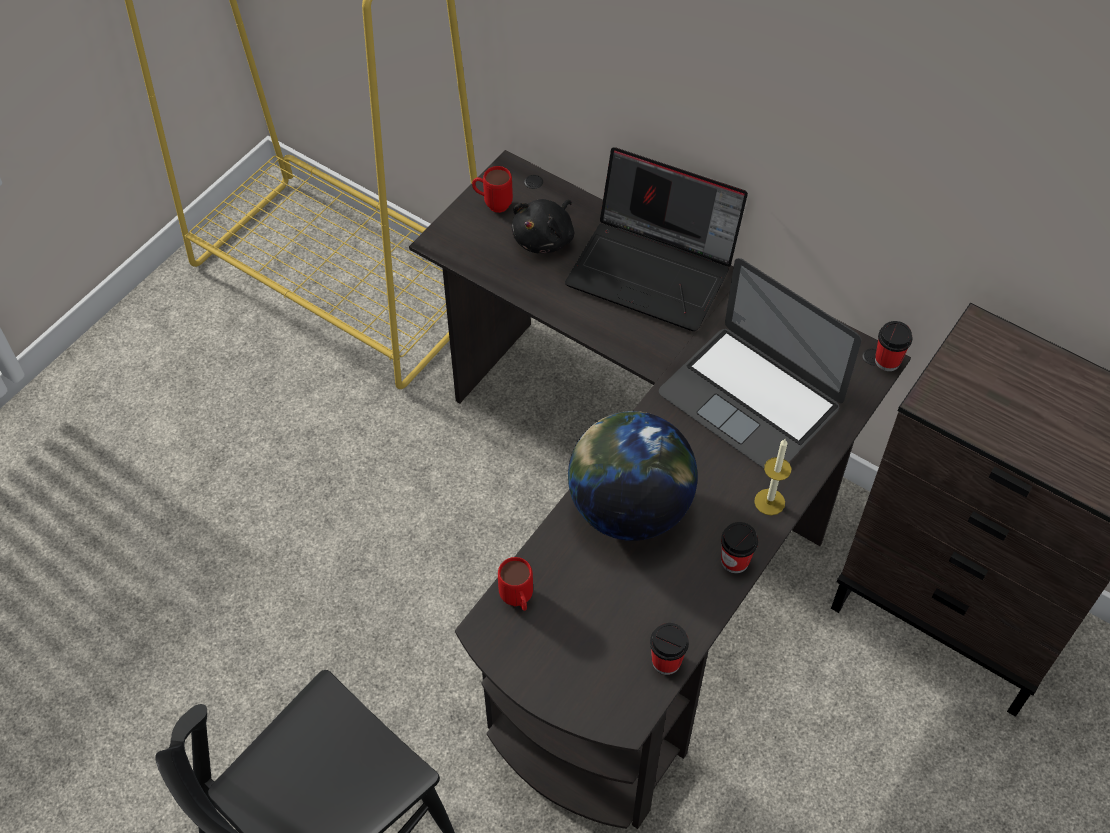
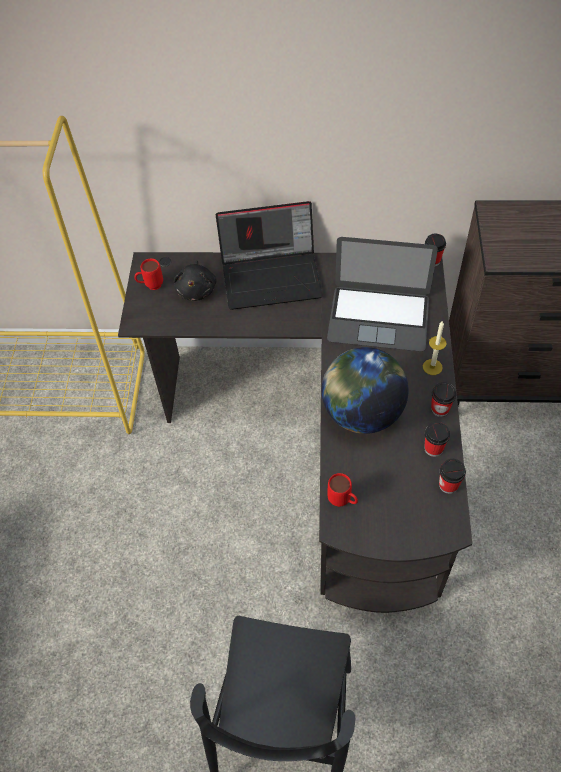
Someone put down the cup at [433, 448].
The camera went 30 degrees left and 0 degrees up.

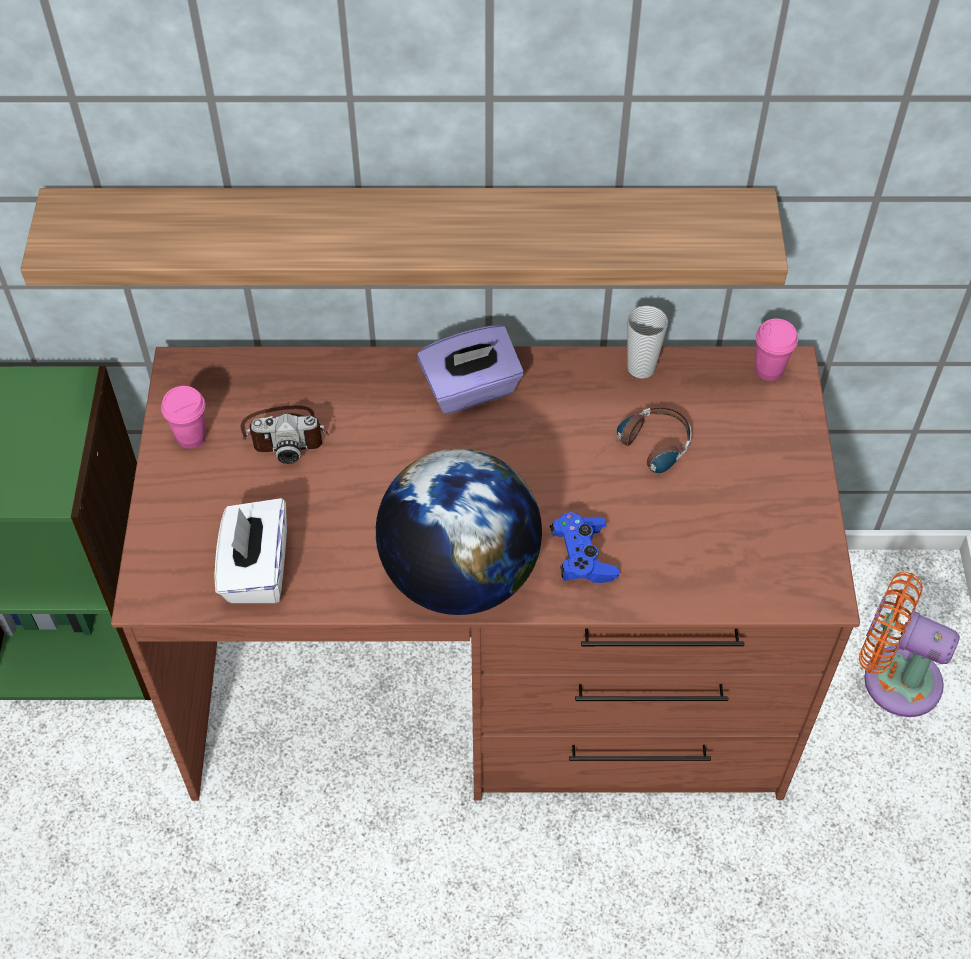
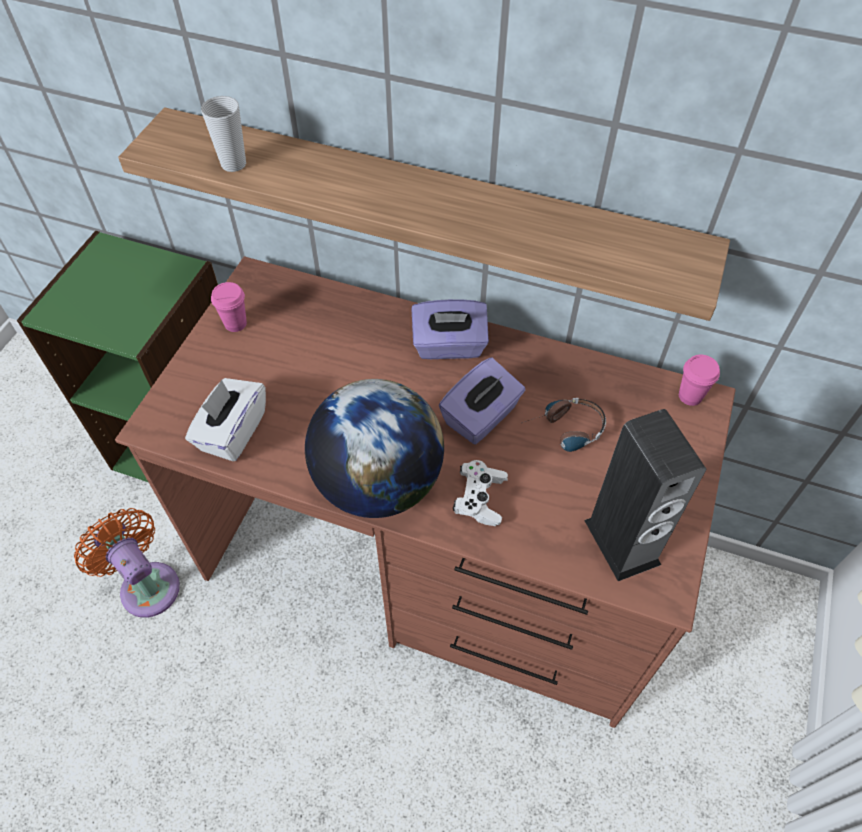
Someone carried the cup from [641, 368] to [233, 164].
Someone took away the photo camera at [285, 434].
Someone repainted the game controller/blue at [583, 557], which became the game controller/white at [479, 499].
Someone carried the fan/orange from [893, 677] to [146, 584].
Someone put down the tissue box/purple at [481, 417].
Someone put down the speaker at [622, 542].
The camera went 20 degrees right and 0 degrees up.

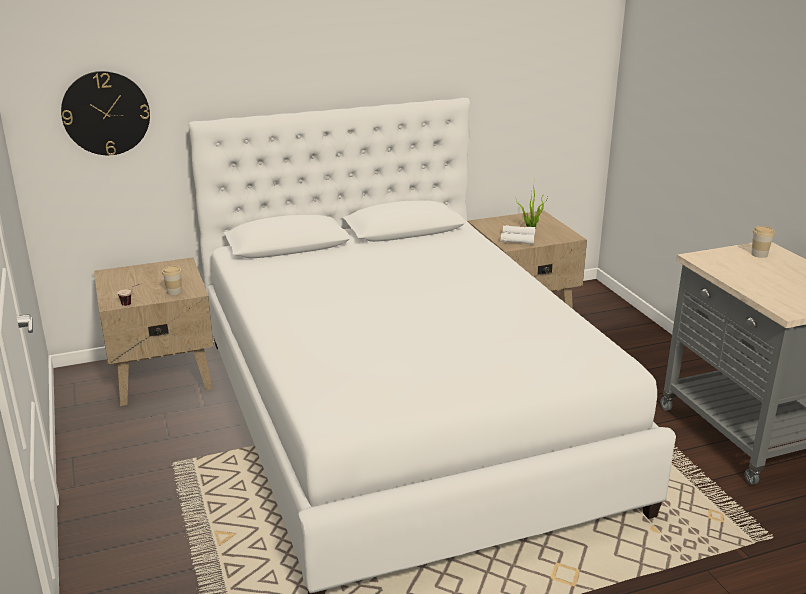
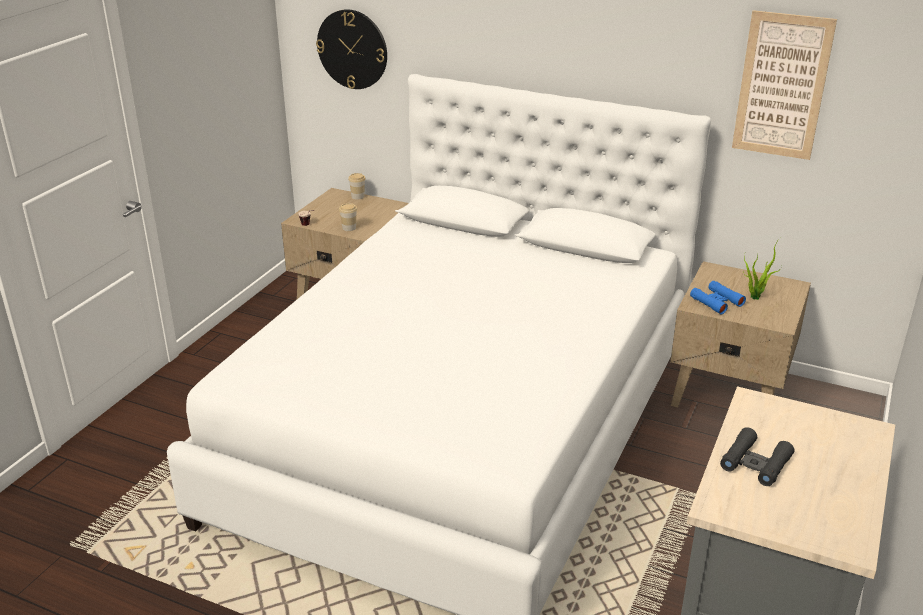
Someone repainted the binoculars/white at [517, 239], which became the binoculars/blue at [716, 302].
Someone carried the cup from [759, 254] to [357, 196].
Someone put up the picture at [782, 86].
Someone put down the binoculars/black at [755, 463].
The camera went 45 degrees right and 5 degrees up.

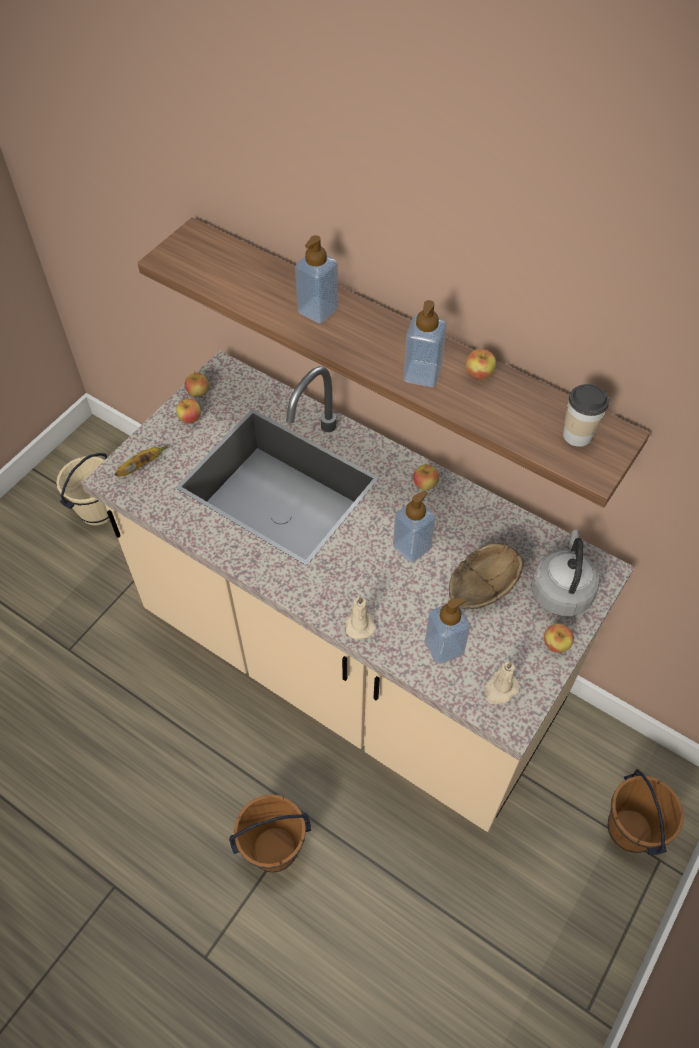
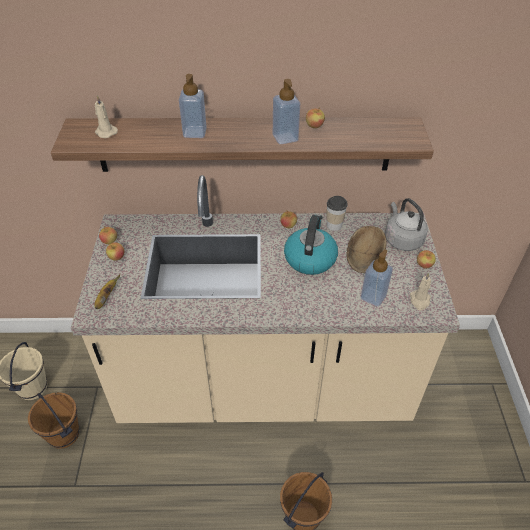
Someone carried the cup from [577, 435] to [334, 225].
Someone swapped the soap dispenser at [412, 547] for the kettle at [310, 258].
Someone carried the candle/beige from [359, 624] to [105, 132].
Someone carried the bucket/brown from [631, 830] to [65, 434].
The camera went 35 degrees left and 10 degrees down.

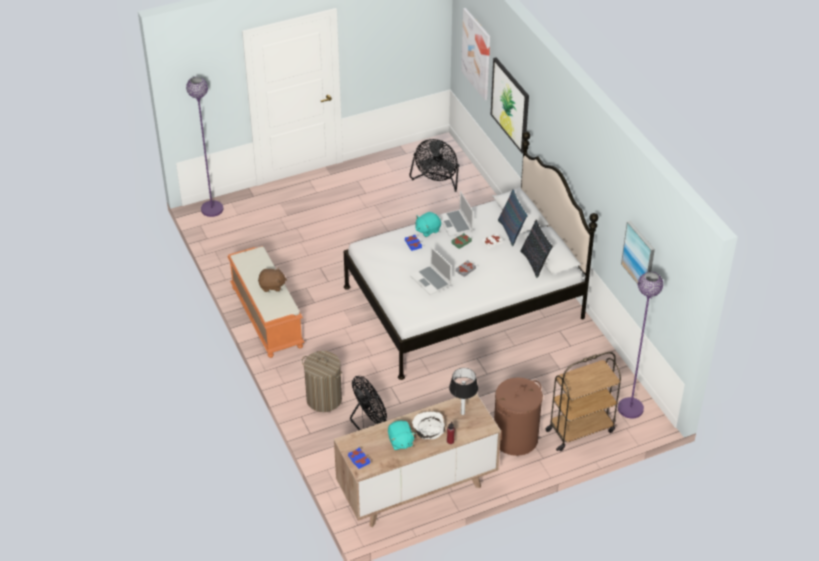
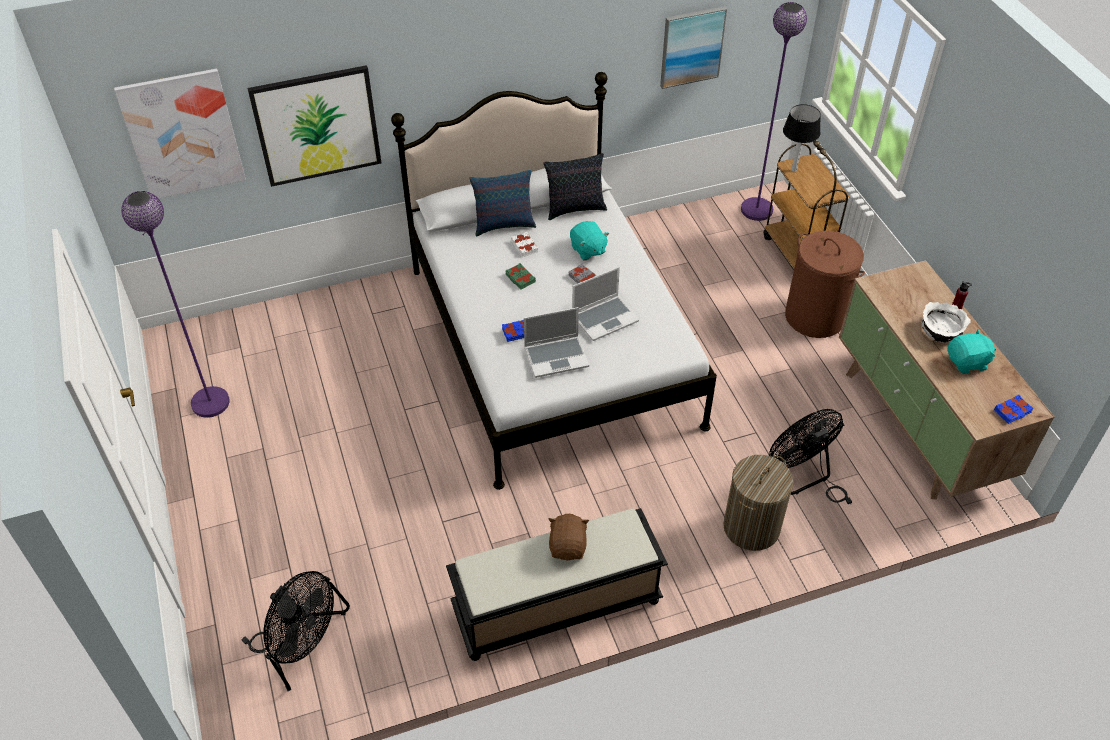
Someone carried the floor lamp/purple from [212, 209] to [210, 403].
Someone carried the fan/black from [436, 179] to [299, 645].
Someone carried the laptop from [455, 224] to [557, 357].
Someone carried the plush toy/turquoise from [427, 230] to [588, 250].
Someone repainted the bench/orange at [266, 316], which became the bench/black at [556, 607].
Someone carried the table lamp from [462, 413] to [794, 170].
The camera went 85 degrees left and 5 degrees up.

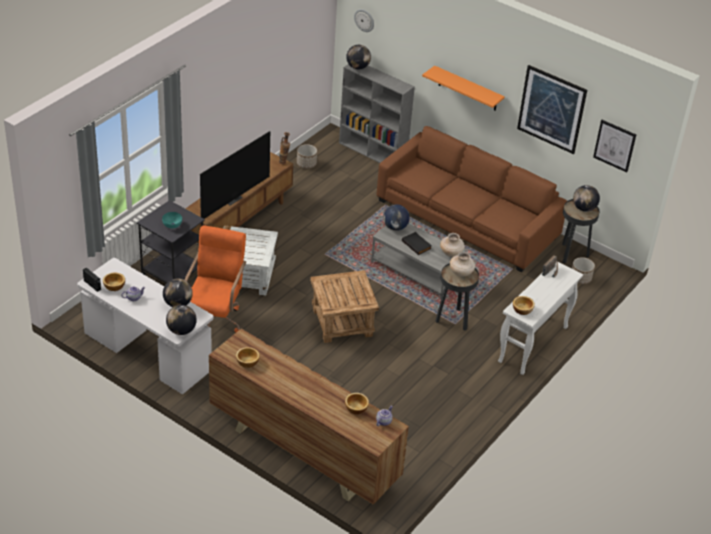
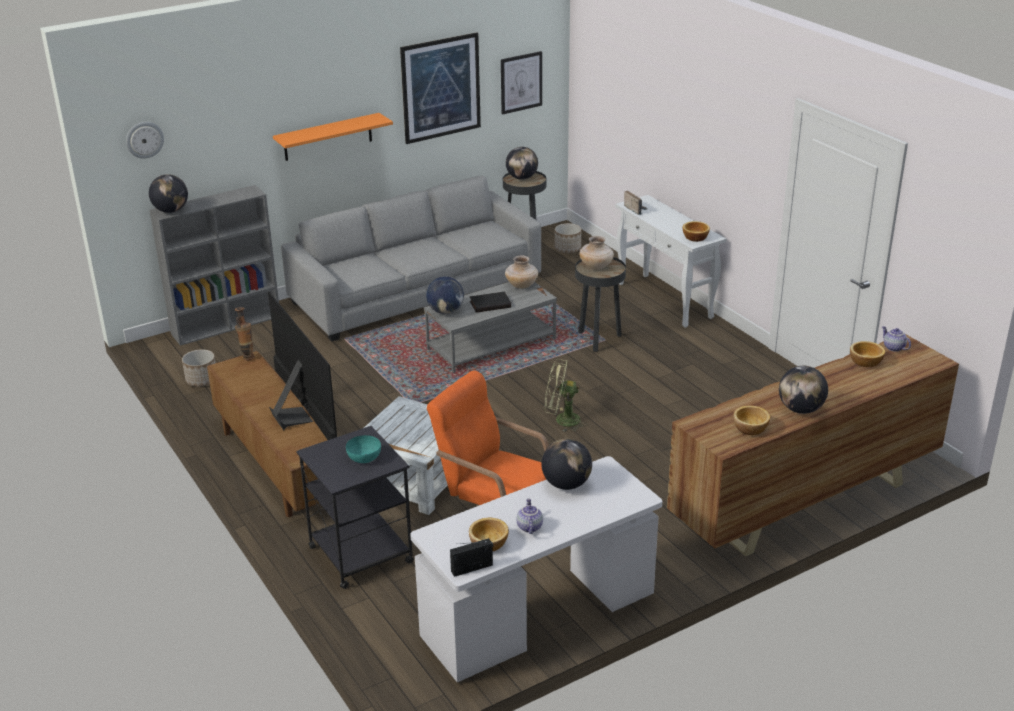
Someone repainted the sofa/brown at [467, 218], which became the sofa/grey at [415, 290].
Someone swapped the side table/brown at [341, 323] for the fan/green at [562, 420].
Someone carried the globe from [181, 330] to [800, 409].
The camera went 65 degrees left and 10 degrees down.

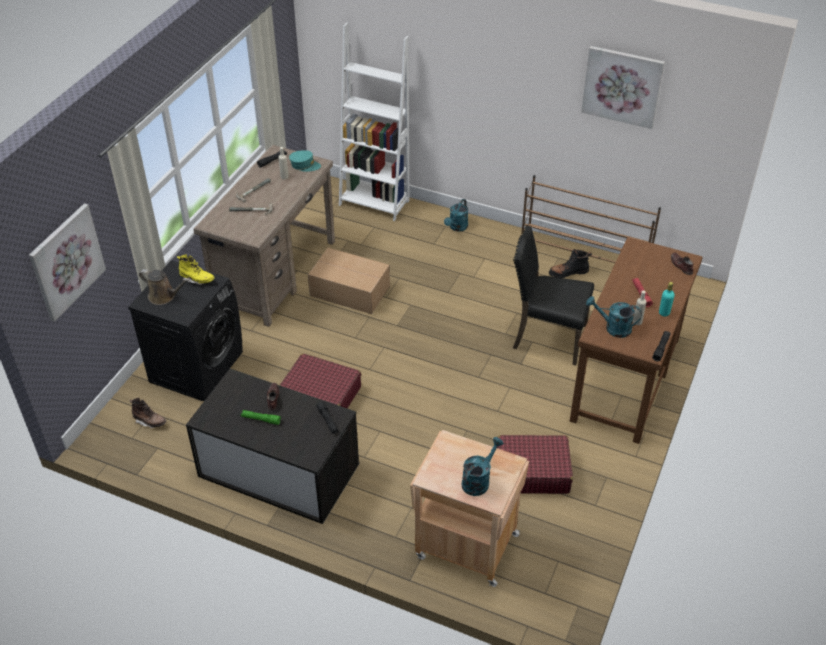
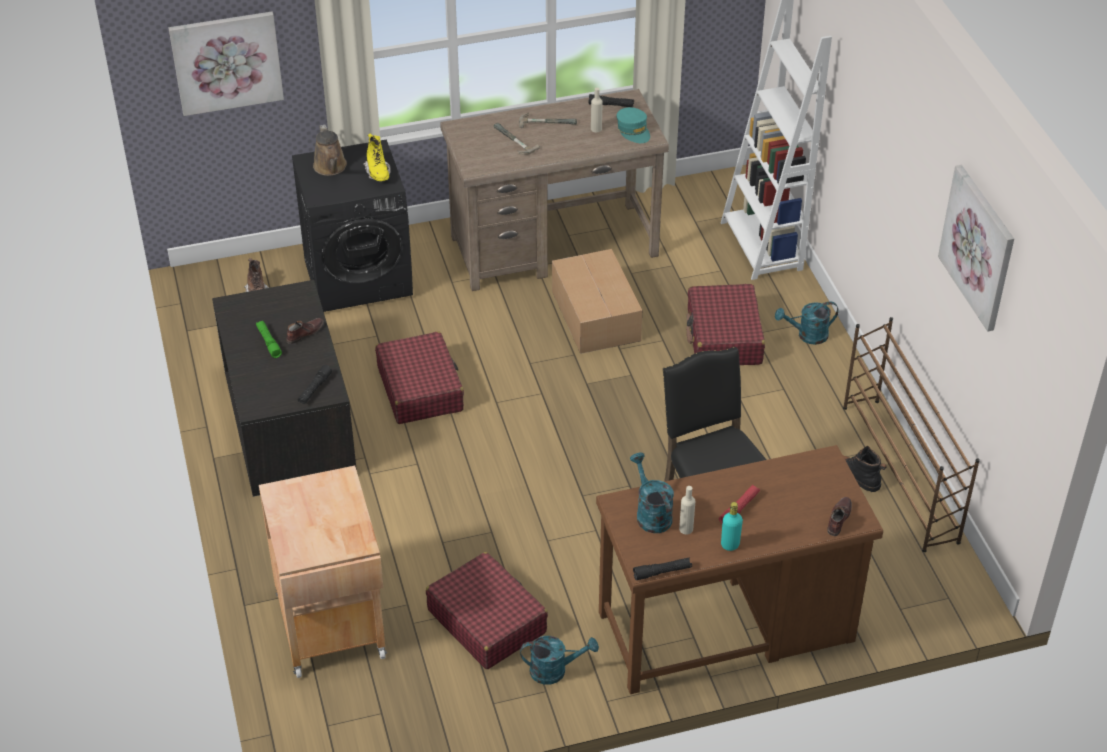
Someone carried the watering can/turquoise from [478, 480] to [555, 670].
Someone put down the suitcase/red at [724, 337].
The camera went 50 degrees right and 0 degrees up.

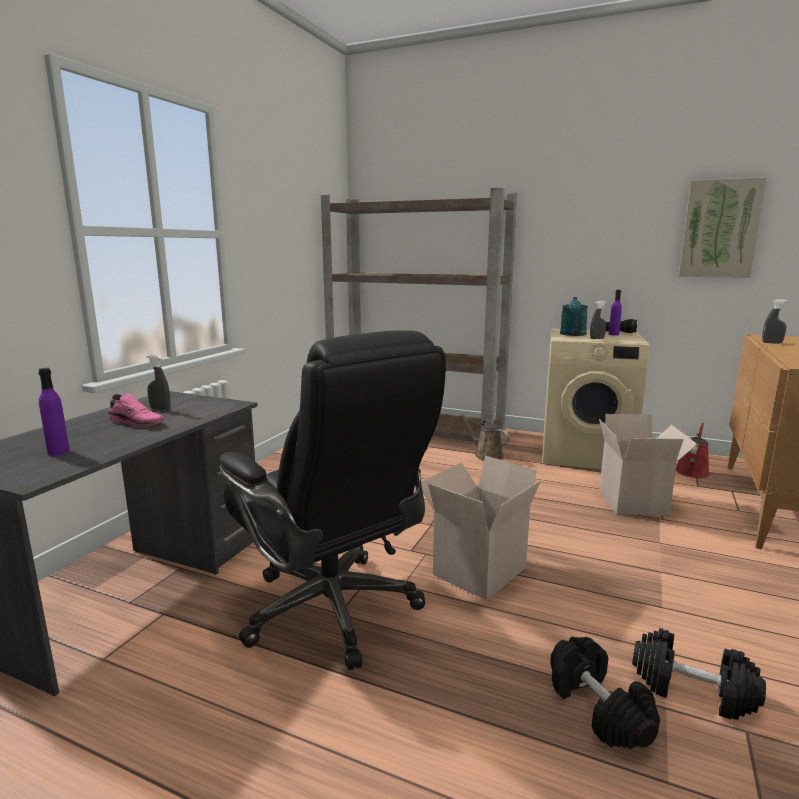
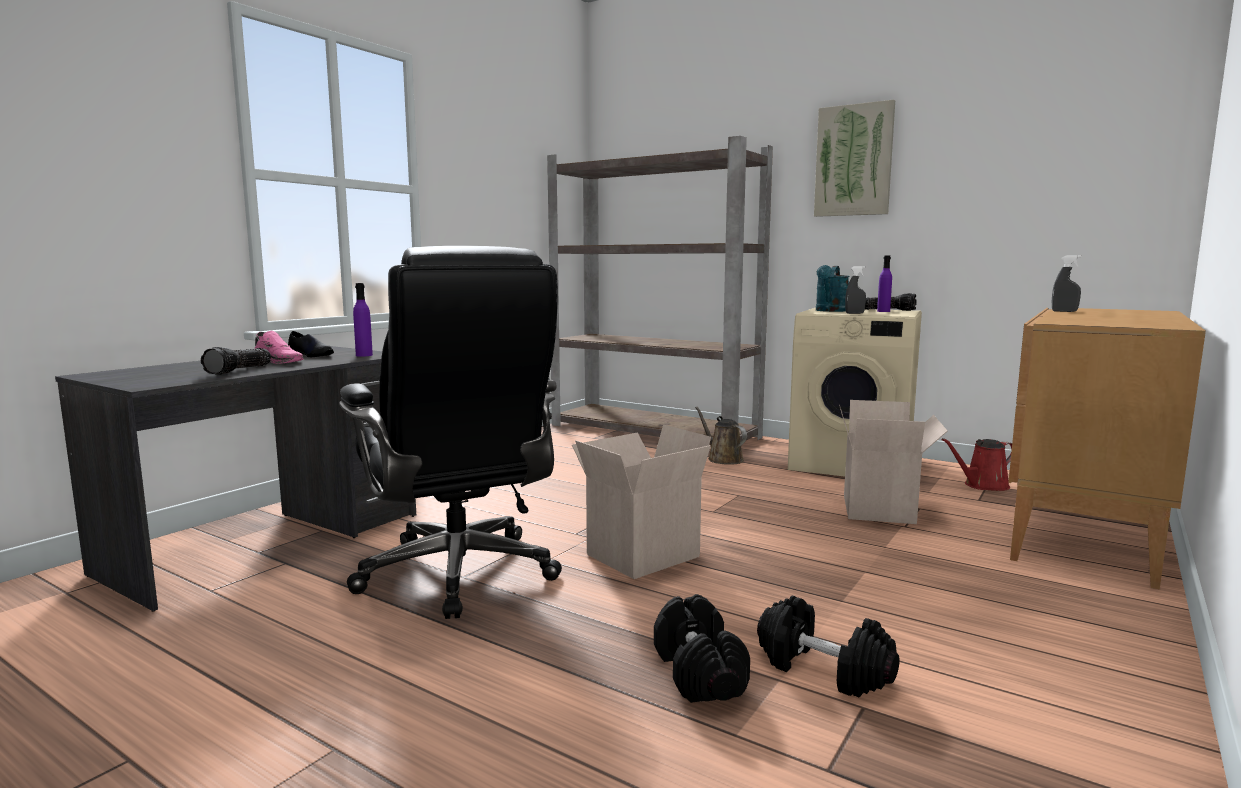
Someone carried the picture from [720, 229] to [854, 161].
Someone swapped the spray bottle/grey at [160, 409] for the shoe/black at [311, 355].
Someone carried the bottle/purple from [58, 452] to [364, 355].
Someone rotated the watering can/red at [692, 470] by 150 degrees counterclockwise.
Someone put down the flashlight at [240, 370].
The camera went 10 degrees right and 5 degrees down.

